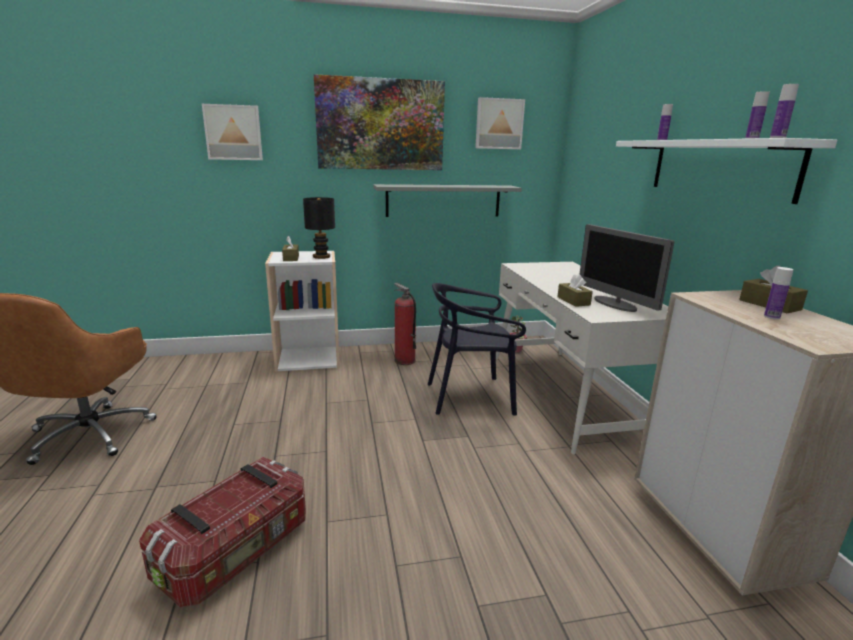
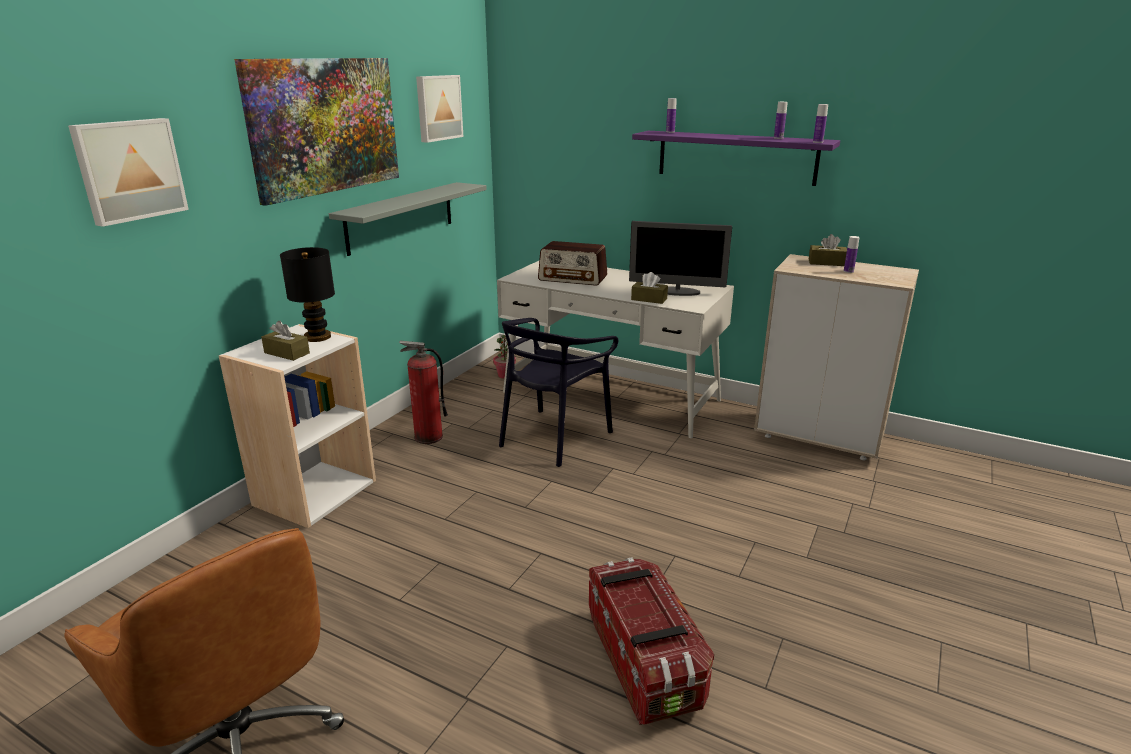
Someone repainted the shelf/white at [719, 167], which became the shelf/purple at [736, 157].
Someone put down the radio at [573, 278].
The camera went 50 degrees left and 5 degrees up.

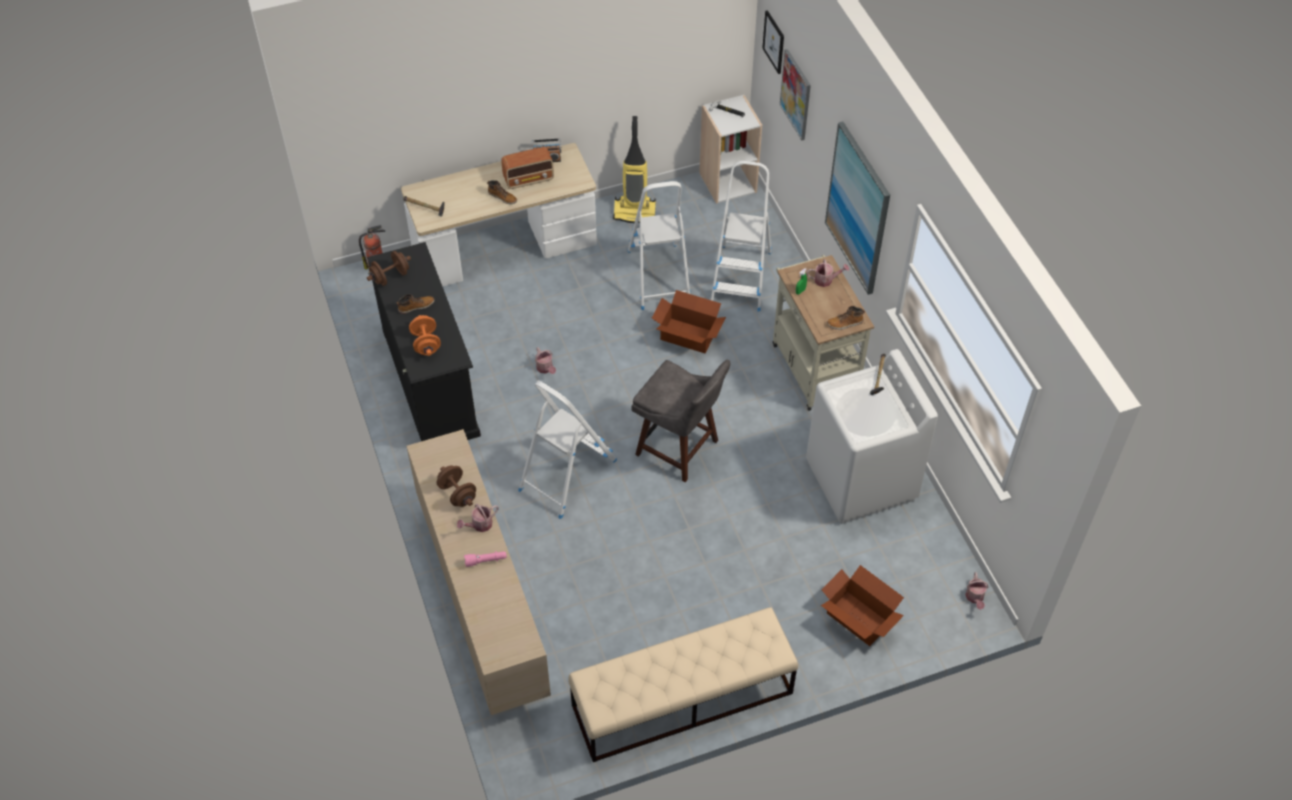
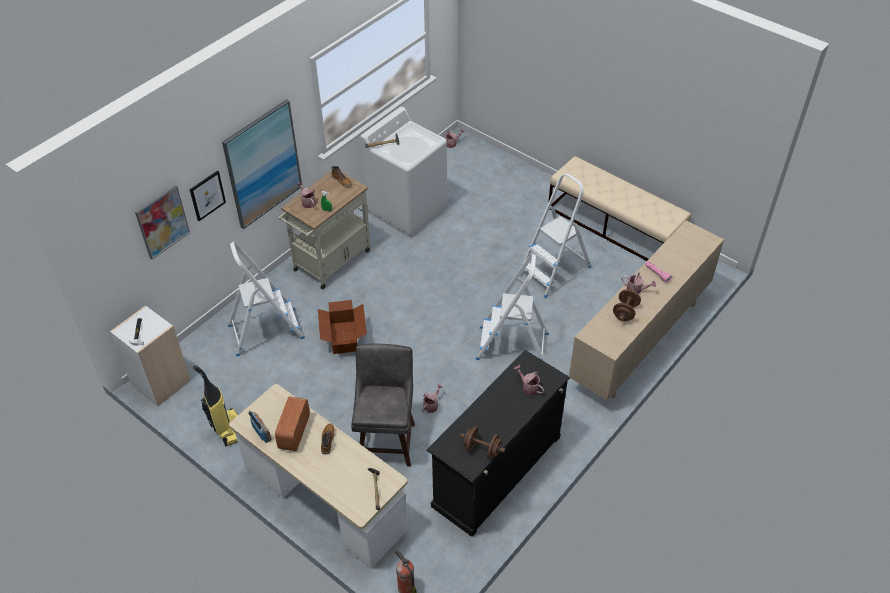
Someone carried the picture from [774, 42] to [207, 195].
Someone rotated the radio at [529, 179] by 120 degrees counterclockwise.
Someone carried the step ladder/white from [658, 275] to [553, 271].
Someone took away the boot at [416, 306].
Someone swapped the dumbbell/orange at [426, 343] for the watering can at [528, 387].
Someone carried the stool/grey from [680, 449] to [387, 440].
Someone took away the cardboard box at [858, 619].
The camera went 120 degrees left and 5 degrees down.

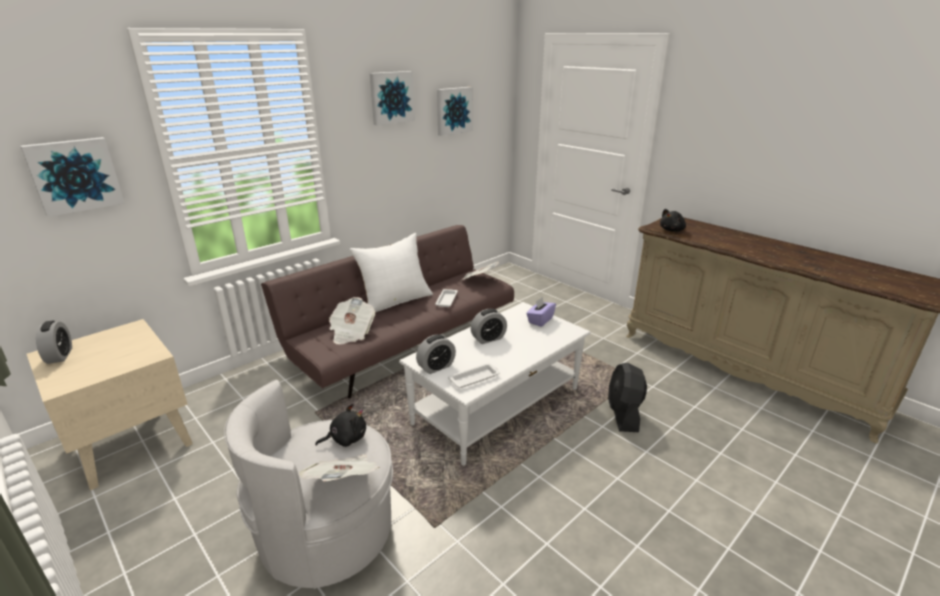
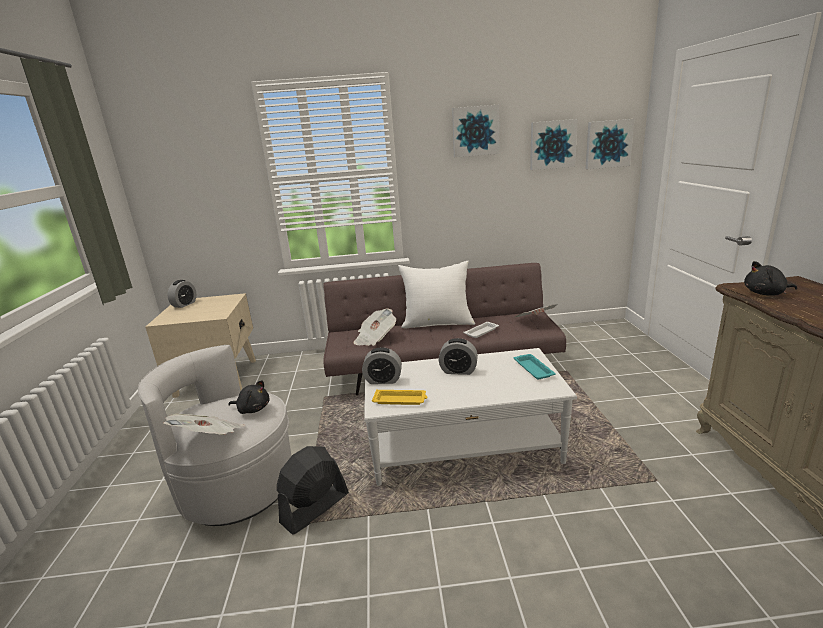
Someone carried the picture from [74, 175] to [608, 144].
Someone swapped the tissue box/purple at [540, 320] for the tray/turquoise at [532, 369].
Someone repainted the tray/white at [475, 378], which became the tray/yellow at [400, 400].
Someone carried the fan/black from [623, 414] to [315, 508].
The camera went 40 degrees right and 5 degrees down.

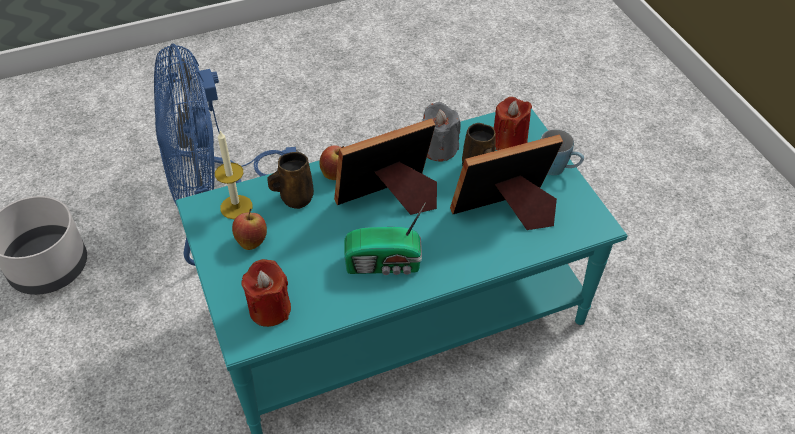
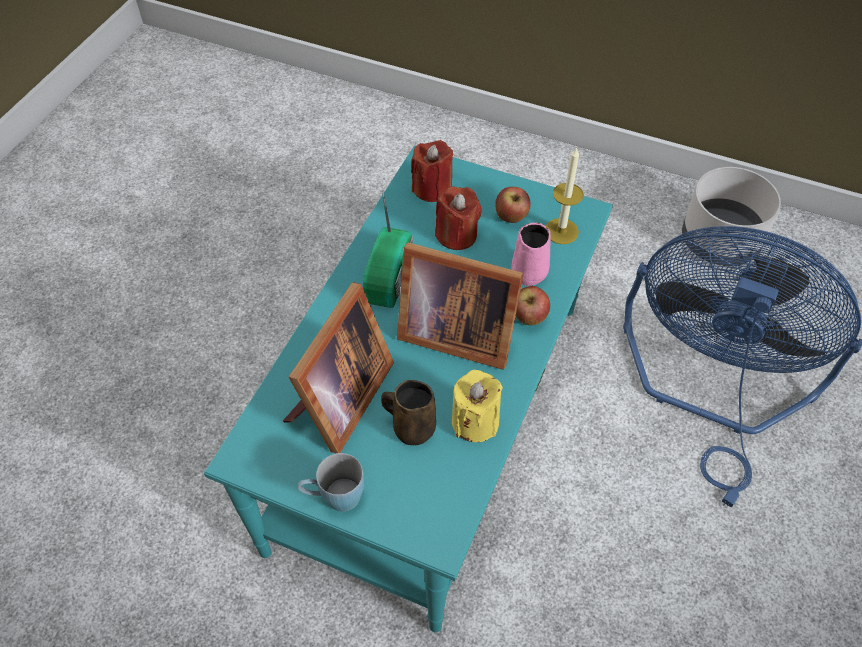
Someone carried the candle/red from [509, 141] to [456, 235].
Someone repainted the candle/grey at [439, 149], which became the candle/yellow at [475, 422].
Someone rotated the picture frame at [391, 200] by 90 degrees clockwise.
Someone repainted the mug/brown at [295, 198], which became the mug/pink at [530, 272].
Someone rotated the radio at [385, 264] by 150 degrees clockwise.
The camera went 135 degrees right and 5 degrees up.

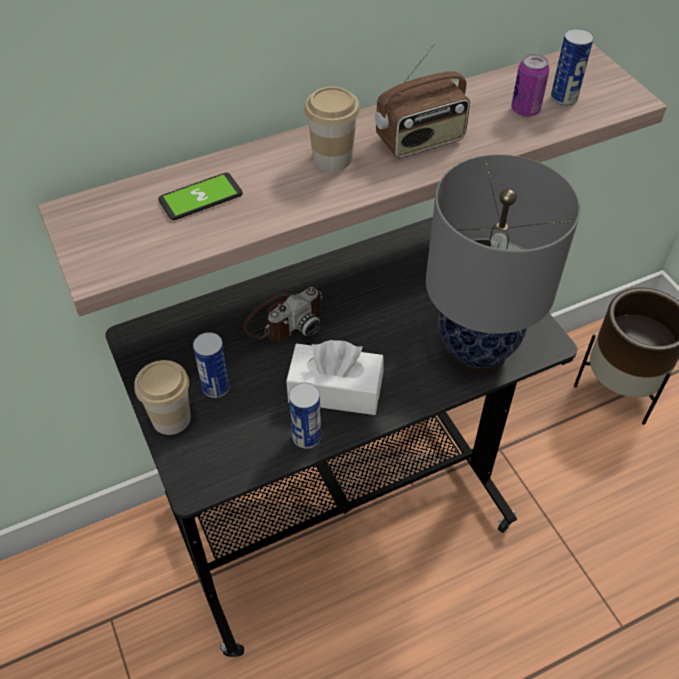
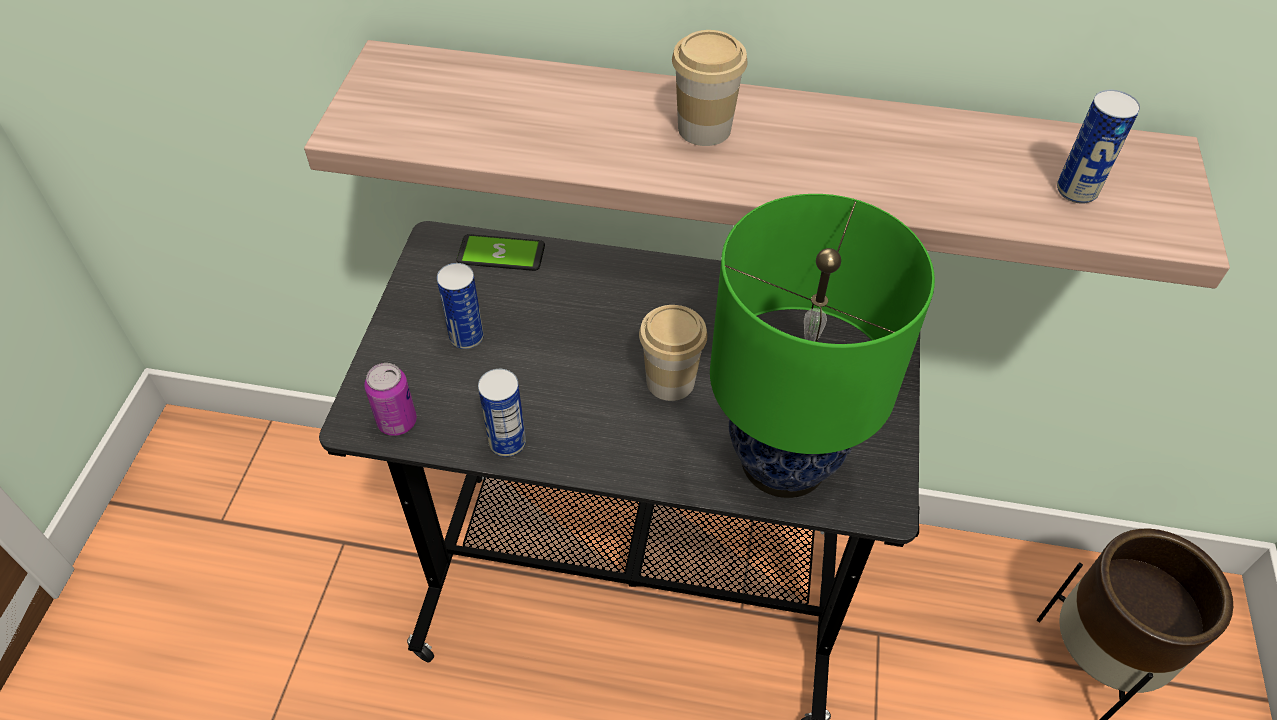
Someone took away the radio at [420, 141].
Someone carried the can from [525, 110] to [397, 422].
Someone repainted the table lamp/grey at [475, 349], which became the table lamp/green at [783, 460].
Someone carried the phone from [200, 197] to [501, 254].
Someone took away the photo camera at [284, 319].
Someone took away the tissue box/white at [335, 390].
Someone carried the cup from [171, 418] to [670, 381].
The camera went 35 degrees right and 0 degrees up.

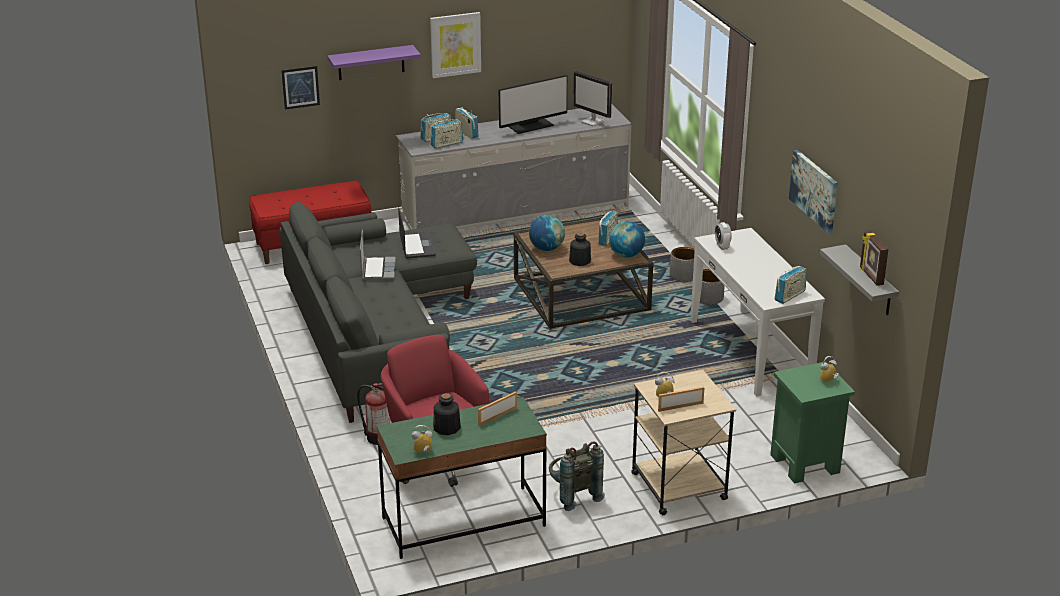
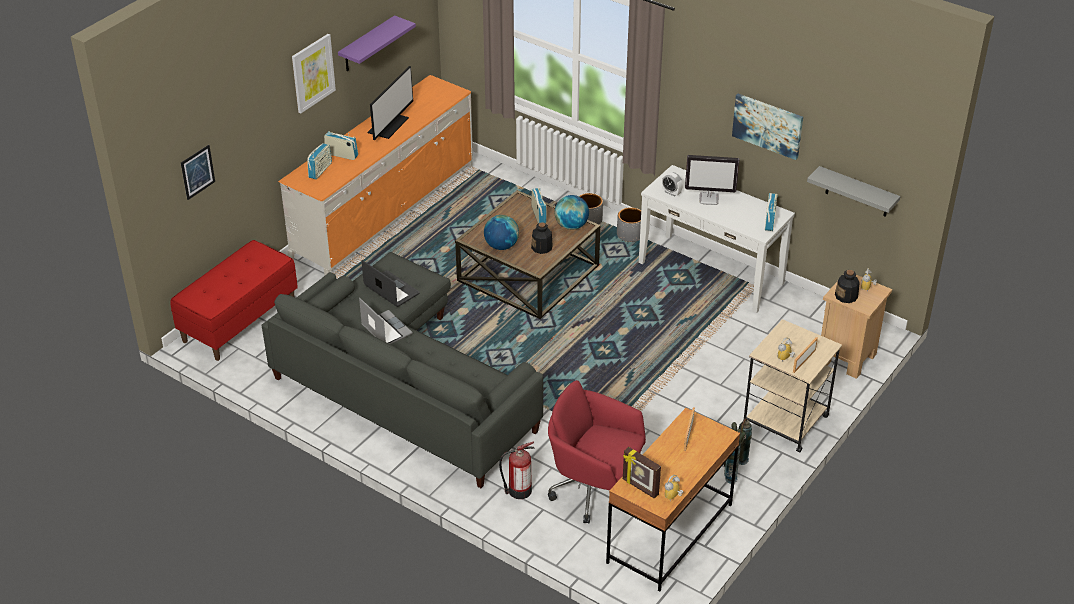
Someone carried the shelf/purple from [371, 62] to [367, 45].
Someone carried the monitor from [593, 122] to [709, 199].
Someone repainted the cabinet/grey at [514, 213], which became the cabinet/orange at [383, 211].
Someone took away the radio at [446, 144].
Someone carried the picture frame from [870, 276] to [640, 487].
Someone repainted the nightstand/green at [803, 463], which became the nightstand/beige at [845, 358].
Someone carried the bottle from [447, 428] to [846, 296].
Someone repainted the desk/green at [463, 522], which became the desk/brown at [669, 534].
The camera went 35 degrees left and 10 degrees up.

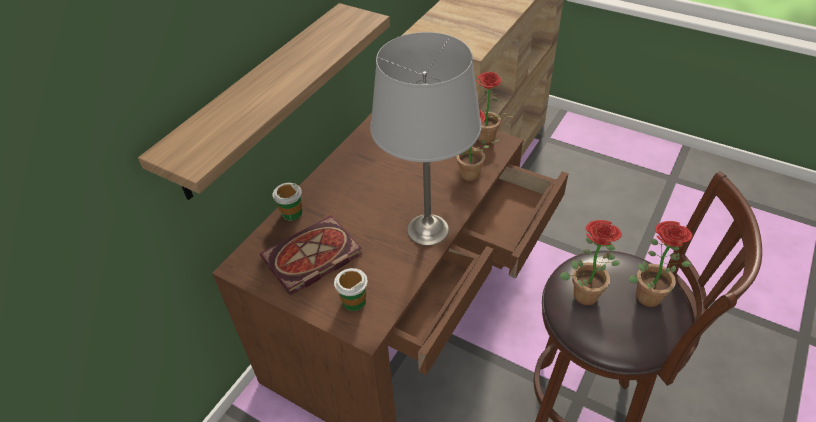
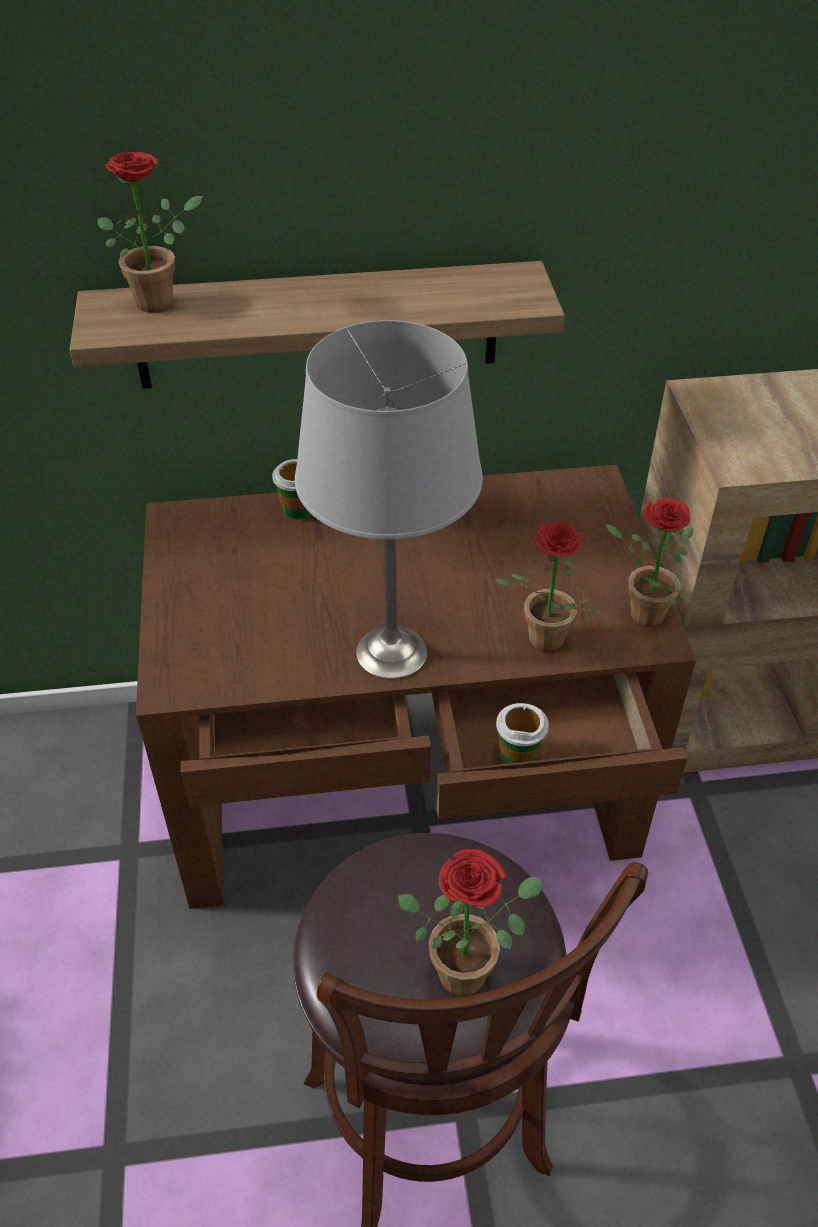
Someone took away the book at [311, 258].
Someone carried the potted plant from [584, 291] to [162, 300].
Someone carried the cup from [354, 301] to [518, 755].
The camera went 50 degrees right and 0 degrees up.

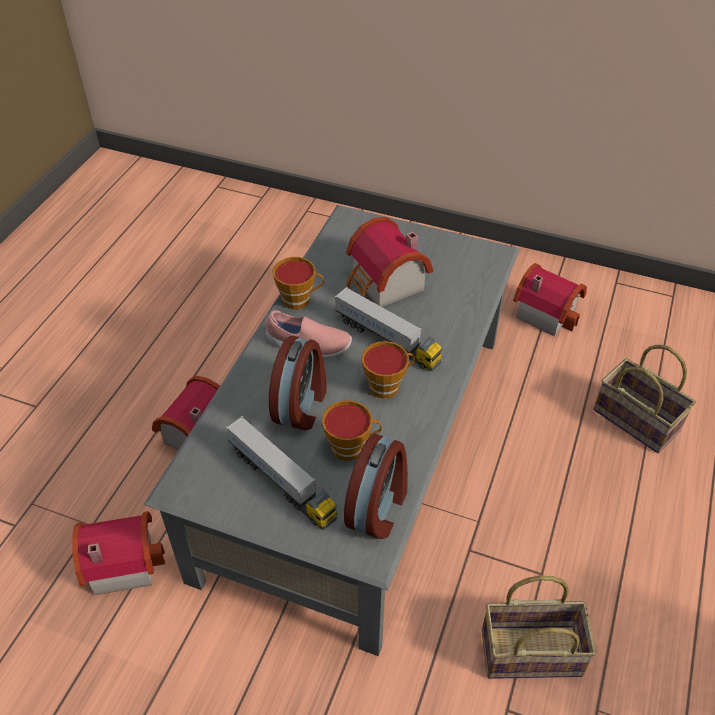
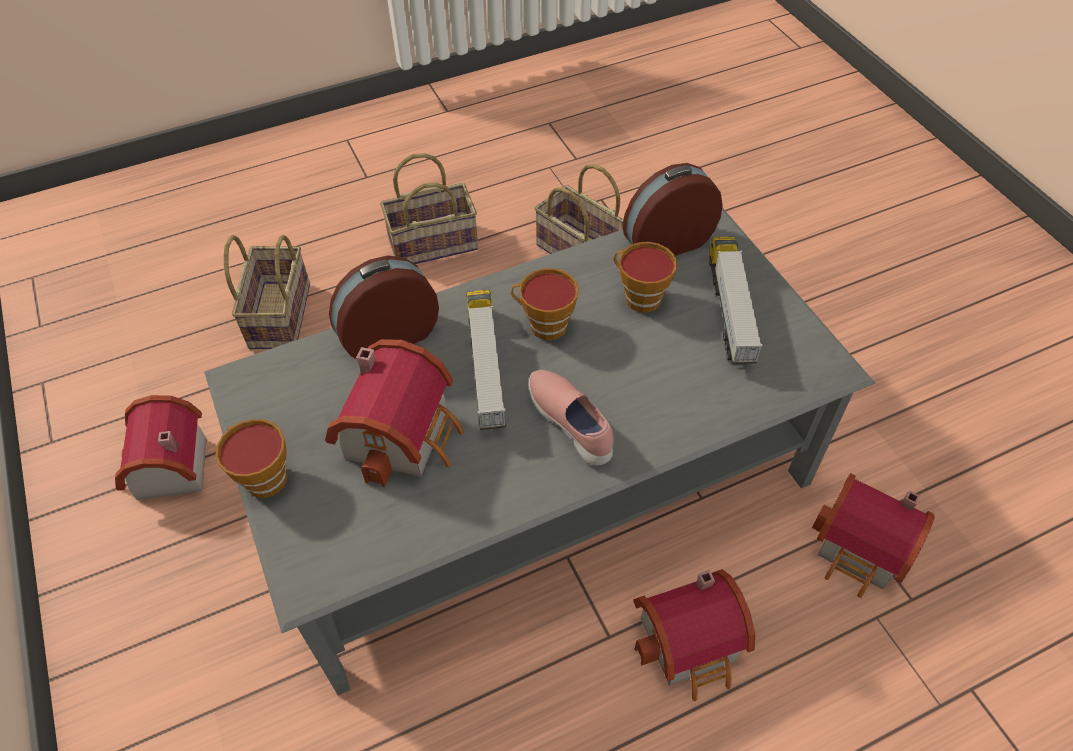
Someone carried the cup from [300, 299] to [262, 476].
Someone carried the alarm clock from [302, 405] to [388, 335].
Someone put down the basket at [435, 242].
The camera went 135 degrees left and 5 degrees up.

